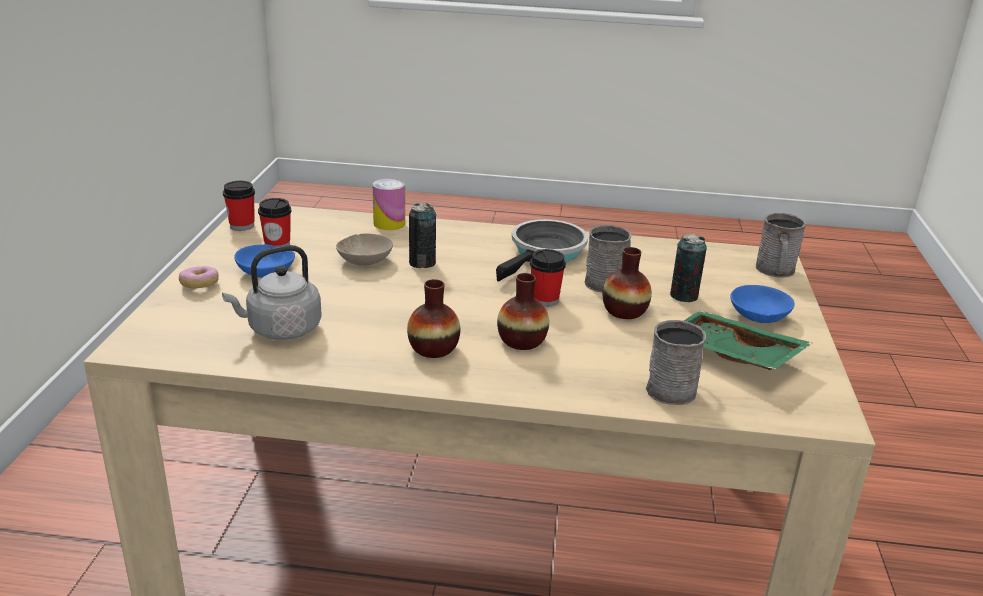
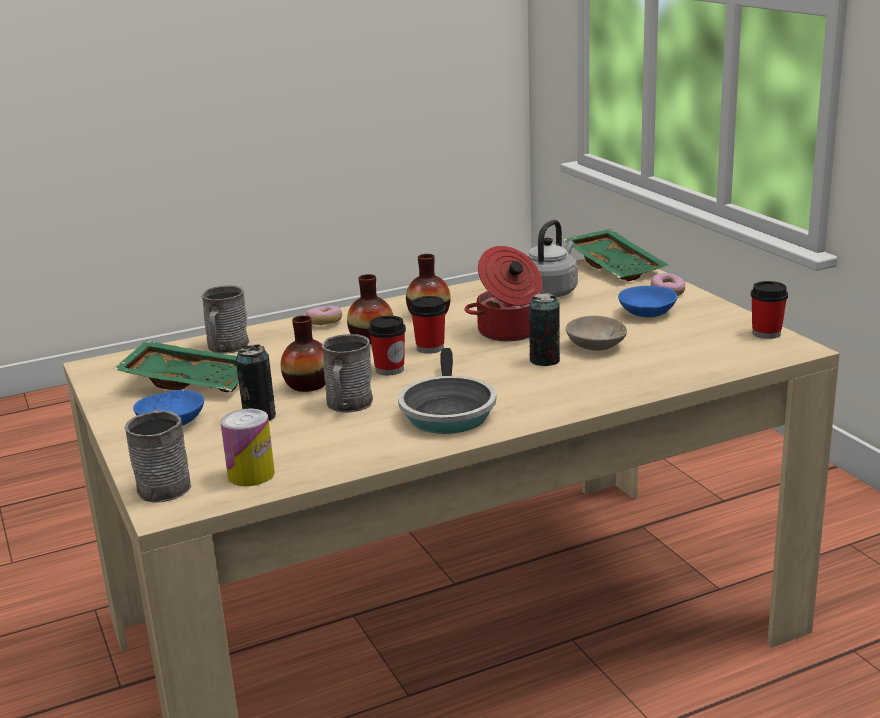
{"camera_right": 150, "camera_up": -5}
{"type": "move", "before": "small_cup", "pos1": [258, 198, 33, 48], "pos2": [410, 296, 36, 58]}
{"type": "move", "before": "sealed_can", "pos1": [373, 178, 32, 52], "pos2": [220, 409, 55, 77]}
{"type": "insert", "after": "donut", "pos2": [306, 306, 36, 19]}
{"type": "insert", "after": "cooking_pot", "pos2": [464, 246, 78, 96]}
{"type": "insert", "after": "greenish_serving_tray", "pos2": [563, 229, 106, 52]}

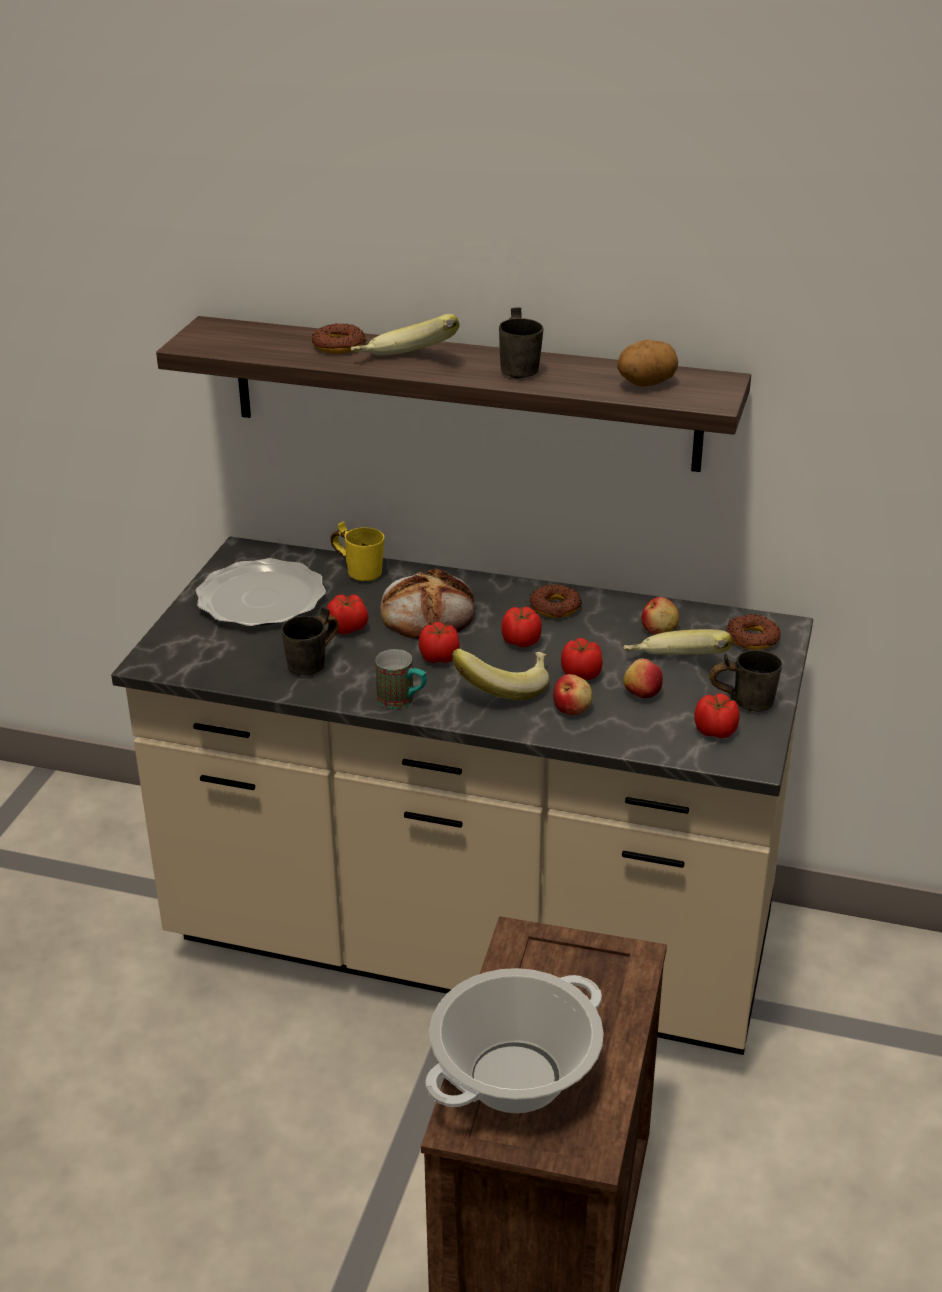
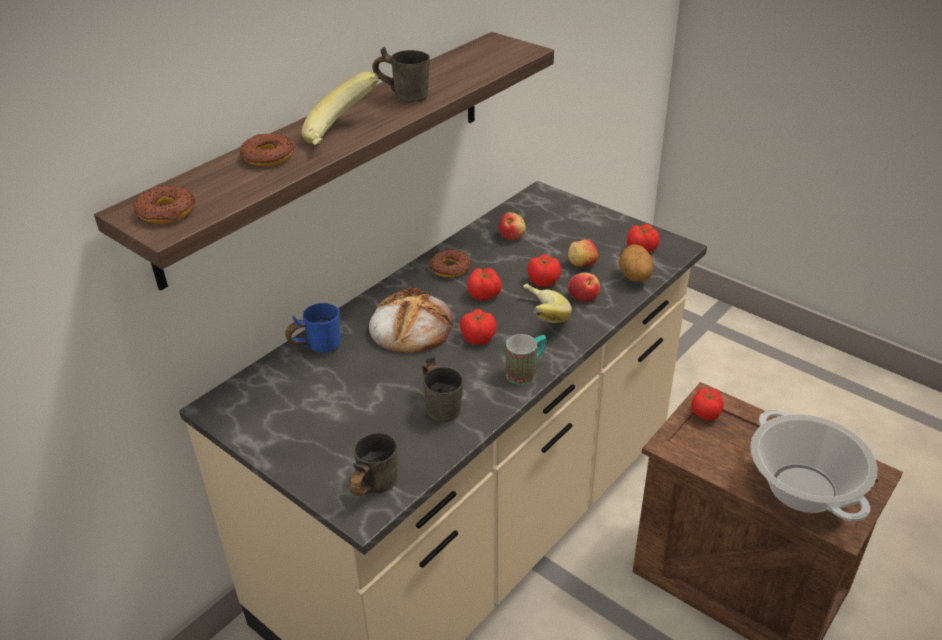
{"camera_right": -65, "camera_up": 5}
{"type": "delete", "before": "flat_dish", "pos1": [196, 558, 130, 68]}
{"type": "move", "before": "tomato", "pos1": [327, 595, 41, 40], "pos2": [691, 388, 33, 33]}
{"type": "recolor", "before": "yellow_coffee_mug", "after": "blue_coffee_mug", "pos1": [330, 521, 54, 60], "pos2": [285, 303, 55, 50]}
{"type": "move", "before": "potato", "pos1": [617, 340, 61, 47], "pos2": [619, 245, 34, 37]}
{"type": "delete", "before": "banana_fruit", "pos1": [623, 629, 110, 26]}
{"type": "move", "before": "gray_coffee_mug", "pos1": [709, 650, 73, 62], "pos2": [350, 433, 48, 63]}
{"type": "move", "before": "donut", "pos1": [726, 614, 55, 36], "pos2": [134, 186, 61, 38]}

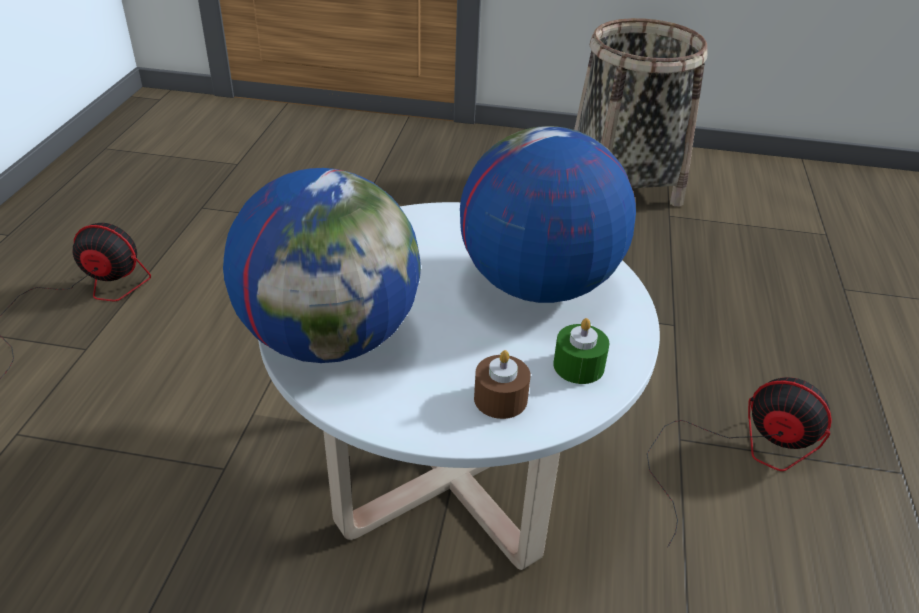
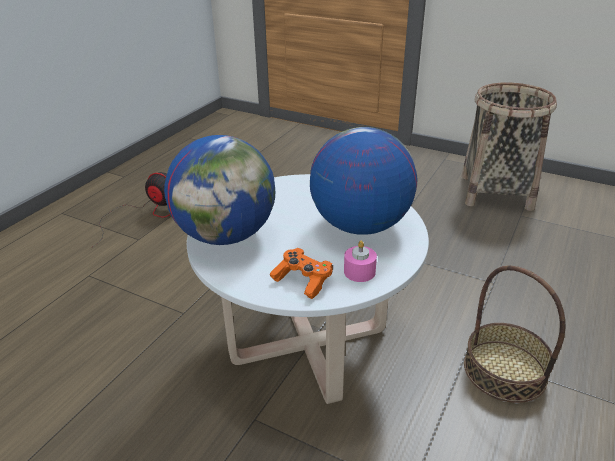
{"camera_right": 20, "camera_up": -5}
{"type": "replace", "before": "brown_wax_light", "after": "orange_joypad", "pos1": [474, 350, 56, 69], "pos2": [270, 248, 63, 51]}
{"type": "recolor", "before": "greenish_wax_light", "after": "pinkish_wax_light", "pos1": [553, 318, 56, 66], "pos2": [344, 241, 33, 41]}
{"type": "replace", "before": "fan", "after": "basket", "pos1": [647, 377, 185, 171], "pos2": [464, 266, 101, 137]}

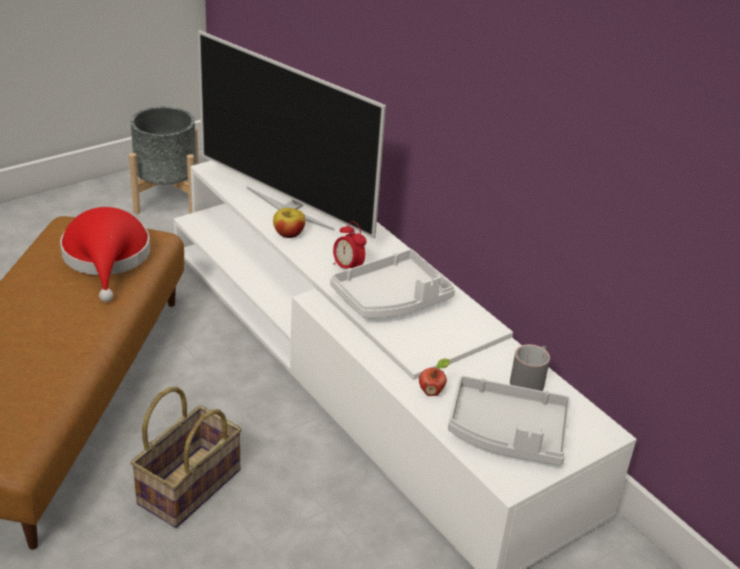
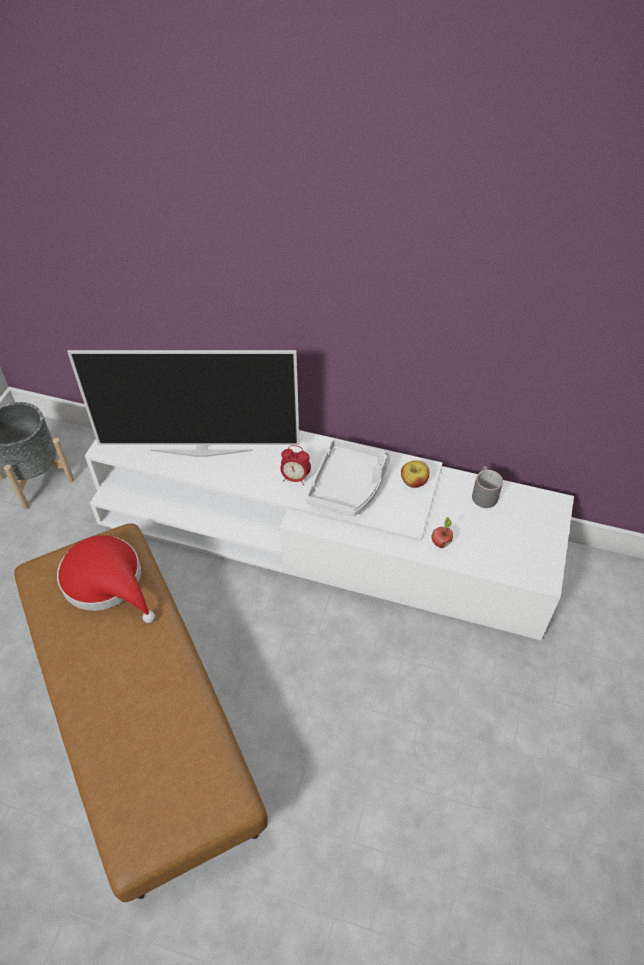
{"camera_right": -35, "camera_up": 15}
{"type": "delete", "before": "basket", "pos1": [131, 387, 111, 141]}
{"type": "move", "before": "apple_fruit", "pos1": [273, 208, 33, 30], "pos2": [401, 460, 28, 28]}
{"type": "delete", "before": "gray_serving_tray", "pos1": [448, 376, 123, 90]}

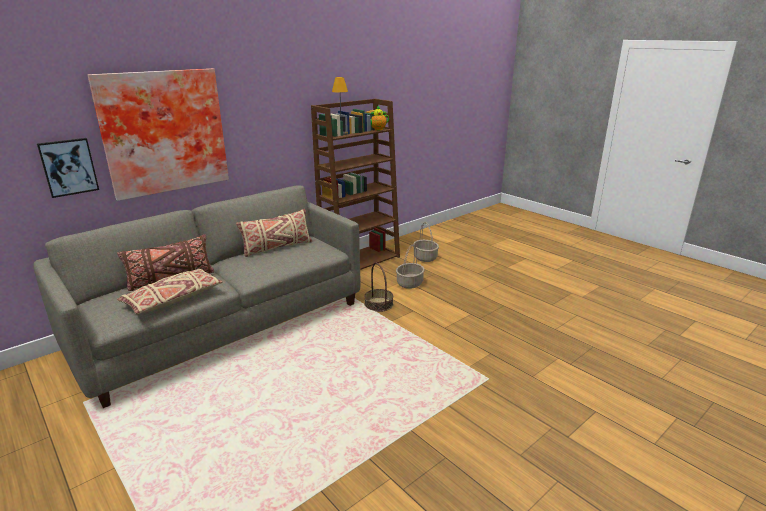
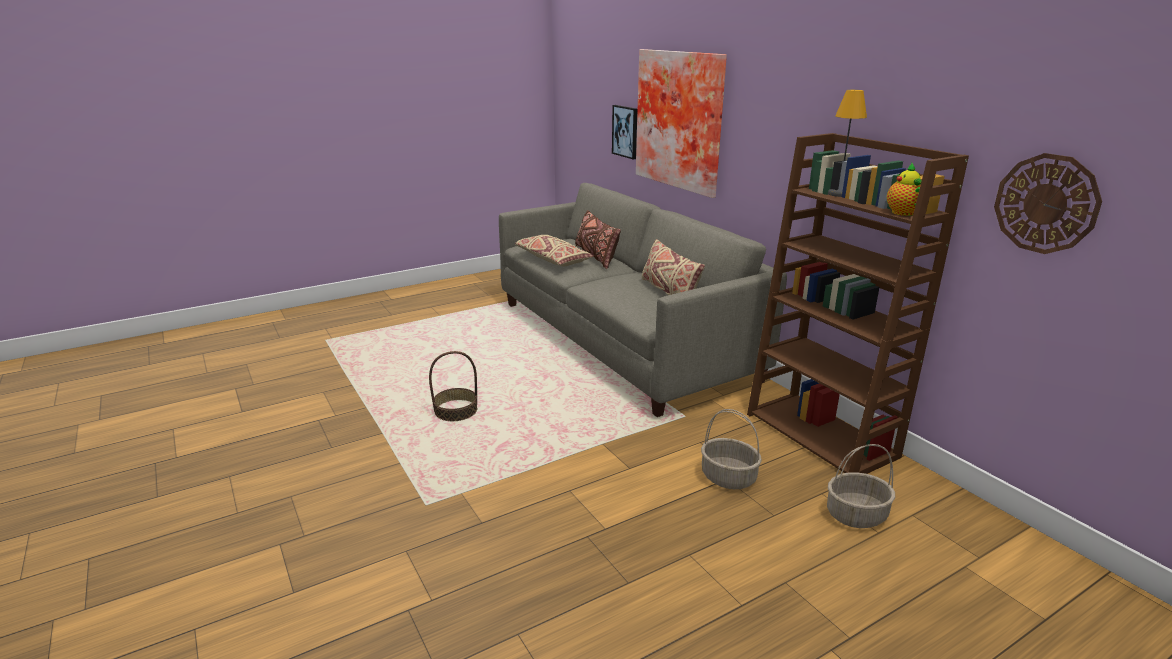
{"camera_right": 100, "camera_up": 0}
{"type": "move", "before": "basket", "pos1": [364, 263, 29, 49], "pos2": [429, 351, 48, 70]}
{"type": "insert", "after": "clock_on_the_wall", "pos2": [994, 153, 108, 101]}

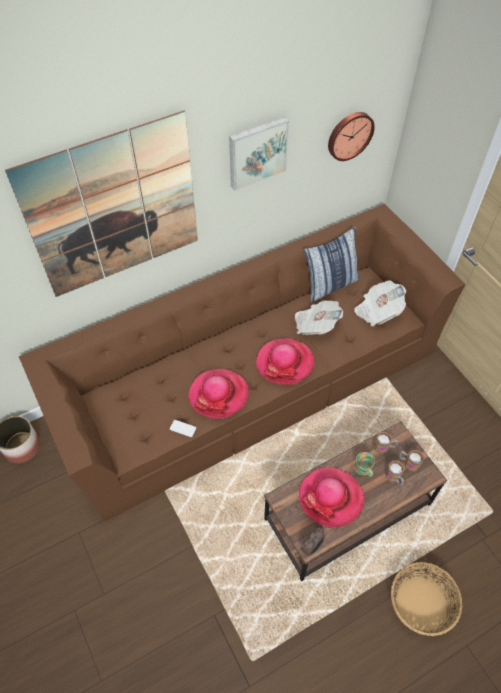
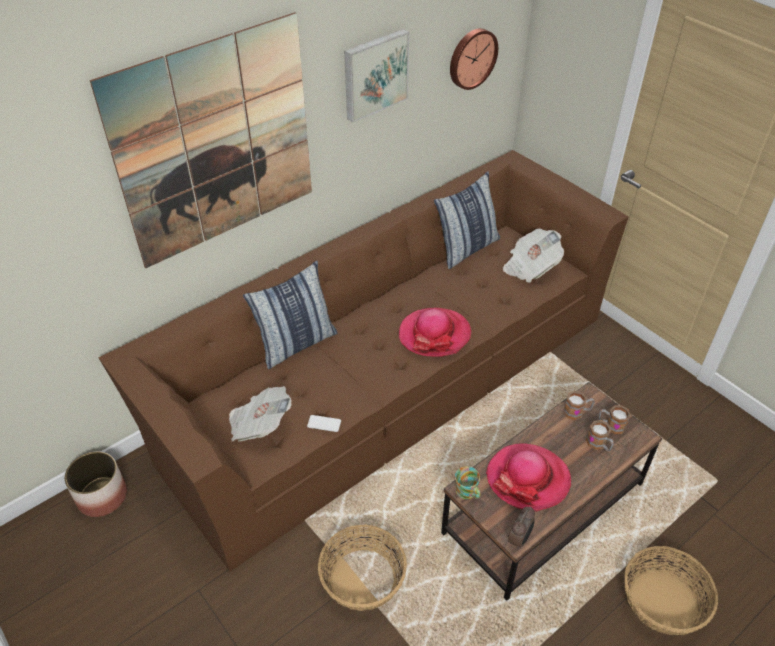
{"camera_right": -10, "camera_up": -10}
{"type": "delete", "before": "wearable_hat", "pos1": [188, 369, 61, 50]}
{"type": "move", "before": "newspaper", "pos1": [295, 300, 48, 35], "pos2": [229, 386, 62, 56]}
{"type": "move", "before": "coffee_mug", "pos1": [355, 452, 20, 25], "pos2": [455, 466, 26, 33]}
{"type": "insert", "after": "pillow", "pos2": [243, 261, 94, 108]}
{"type": "insert", "after": "basket", "pos2": [318, 525, 89, 86]}

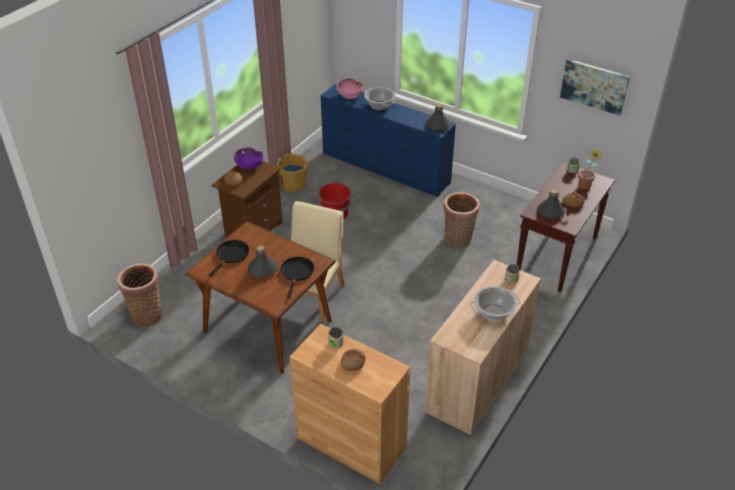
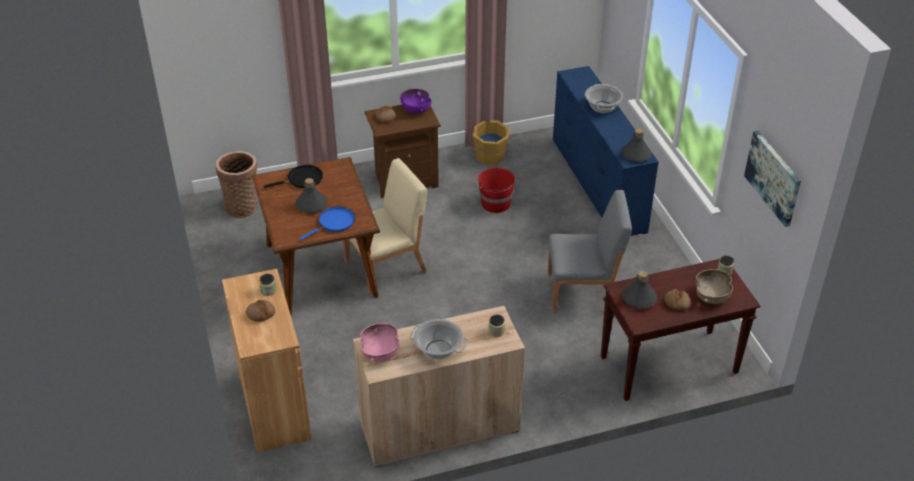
{"camera_right": 40, "camera_up": 0}
{"type": "recolor", "before": "black_skillet", "after": "blue_skillet", "pos1": [281, 257, 33, 41], "pos2": [300, 206, 55, 34]}
{"type": "move", "before": "pinkish_bowl", "pos1": [336, 78, 27, 21], "pos2": [360, 323, 40, 39]}
{"type": "replace", "before": "basket", "after": "gray_upright_chair", "pos1": [443, 192, 37, 56], "pos2": [548, 190, 84, 123]}
{"type": "replace", "before": "potted_plant", "after": "brown_bowl", "pos1": [578, 149, 27, 41], "pos2": [696, 269, 37, 35]}

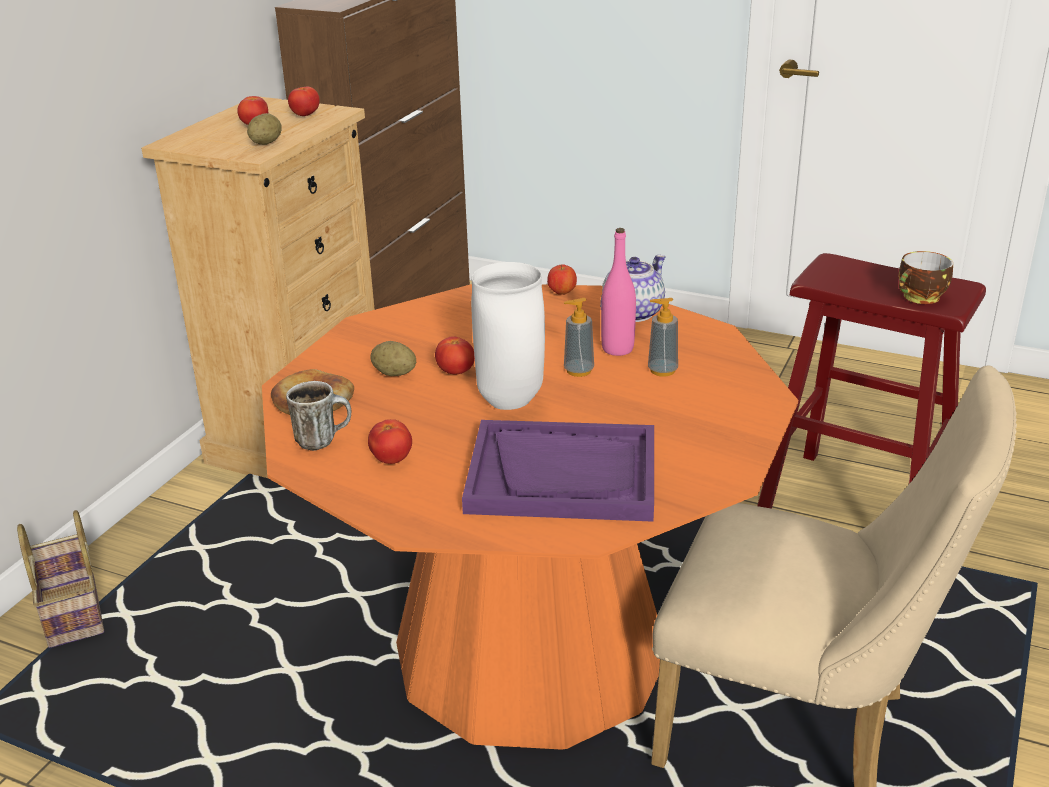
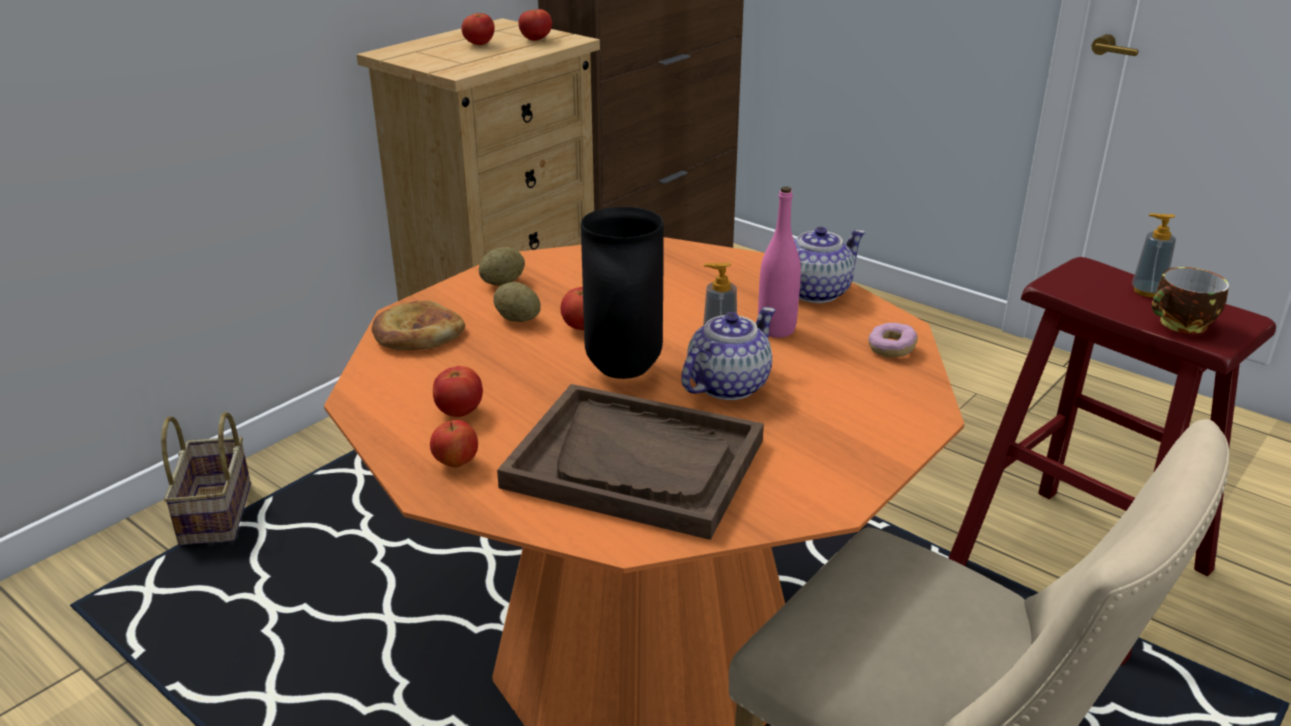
{"camera_right": 15, "camera_up": 0}
{"type": "move", "before": "potato", "pos1": [247, 113, 34, 32], "pos2": [479, 247, 46, 39]}
{"type": "delete", "before": "coffee_mug", "pos1": [286, 381, 65, 70]}
{"type": "recolor", "before": "purple-coloured_serving_tray", "after": "brown_serving_tray", "pos1": [462, 420, 192, 102], "pos2": [497, 384, 267, 156]}
{"type": "recolor", "before": "white-coloured_flower_vase", "after": "black_flower_vase", "pos1": [471, 262, 74, 148], "pos2": [581, 207, 83, 172]}
{"type": "move", "before": "apple_fruit", "pos1": [547, 264, 30, 31], "pos2": [430, 420, 48, 48]}
{"type": "move", "before": "soap_bottle", "pos1": [648, 298, 30, 79], "pos2": [1132, 213, 44, 84]}
{"type": "insert", "after": "pot_for_tea", "pos2": [681, 307, 94, 93]}
{"type": "insert", "after": "donut", "pos2": [868, 323, 50, 35]}

